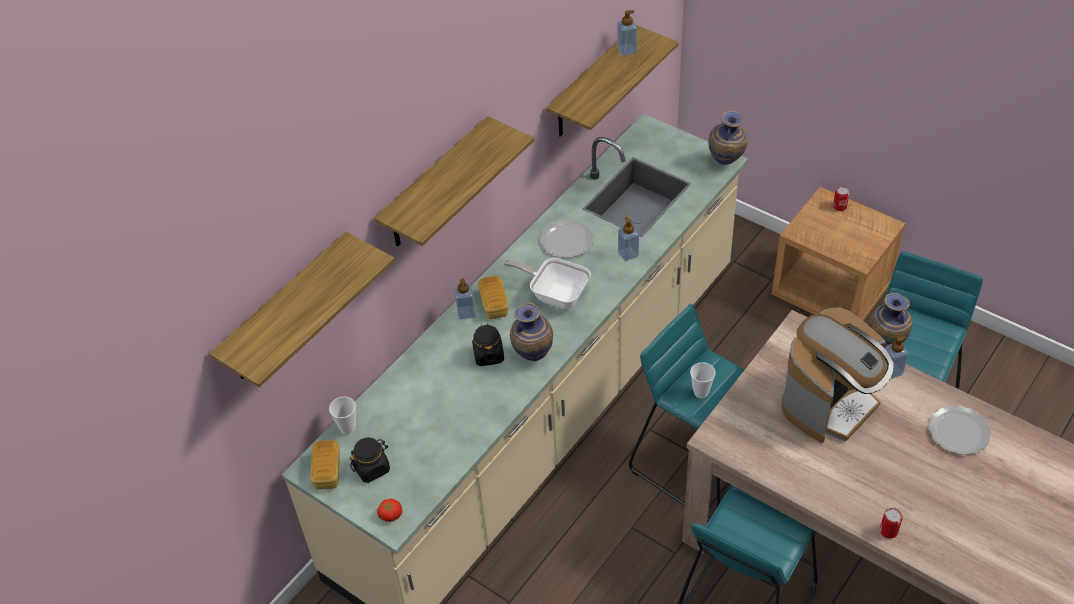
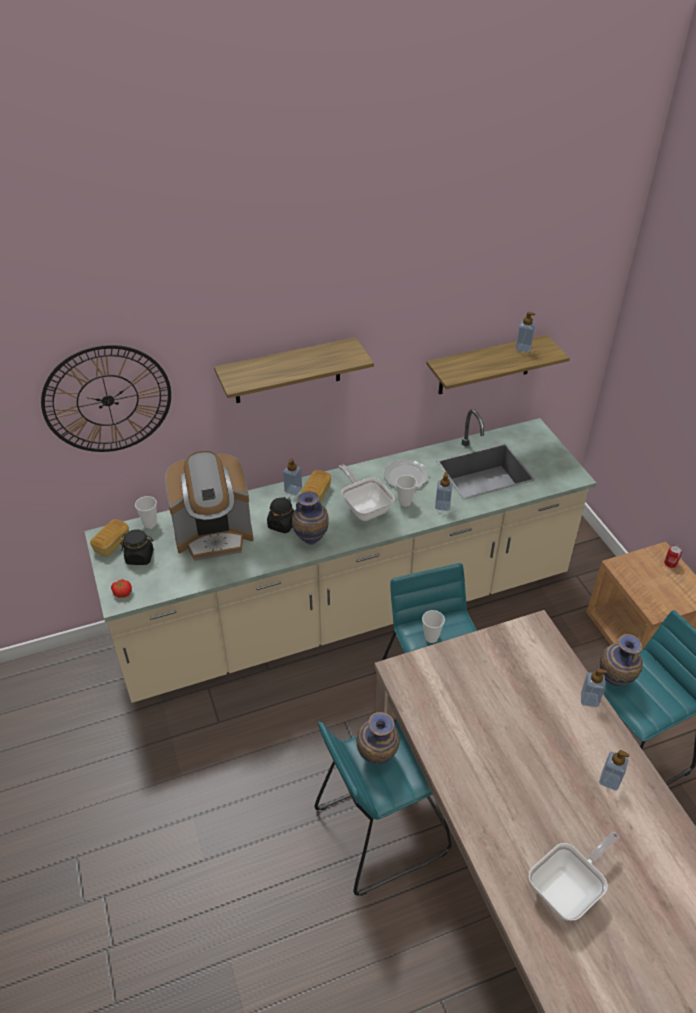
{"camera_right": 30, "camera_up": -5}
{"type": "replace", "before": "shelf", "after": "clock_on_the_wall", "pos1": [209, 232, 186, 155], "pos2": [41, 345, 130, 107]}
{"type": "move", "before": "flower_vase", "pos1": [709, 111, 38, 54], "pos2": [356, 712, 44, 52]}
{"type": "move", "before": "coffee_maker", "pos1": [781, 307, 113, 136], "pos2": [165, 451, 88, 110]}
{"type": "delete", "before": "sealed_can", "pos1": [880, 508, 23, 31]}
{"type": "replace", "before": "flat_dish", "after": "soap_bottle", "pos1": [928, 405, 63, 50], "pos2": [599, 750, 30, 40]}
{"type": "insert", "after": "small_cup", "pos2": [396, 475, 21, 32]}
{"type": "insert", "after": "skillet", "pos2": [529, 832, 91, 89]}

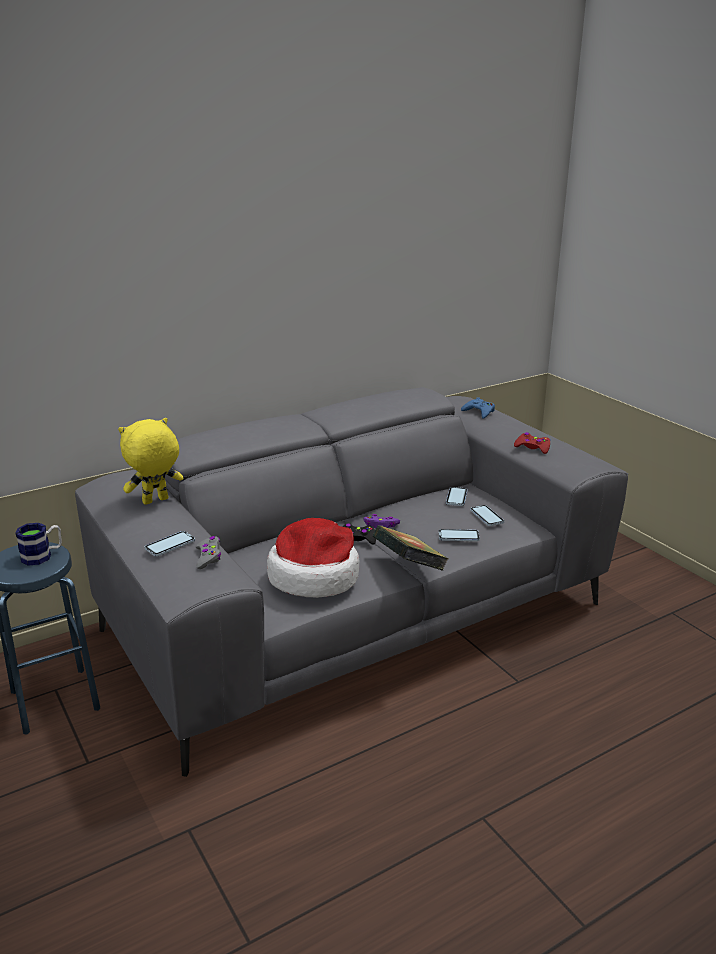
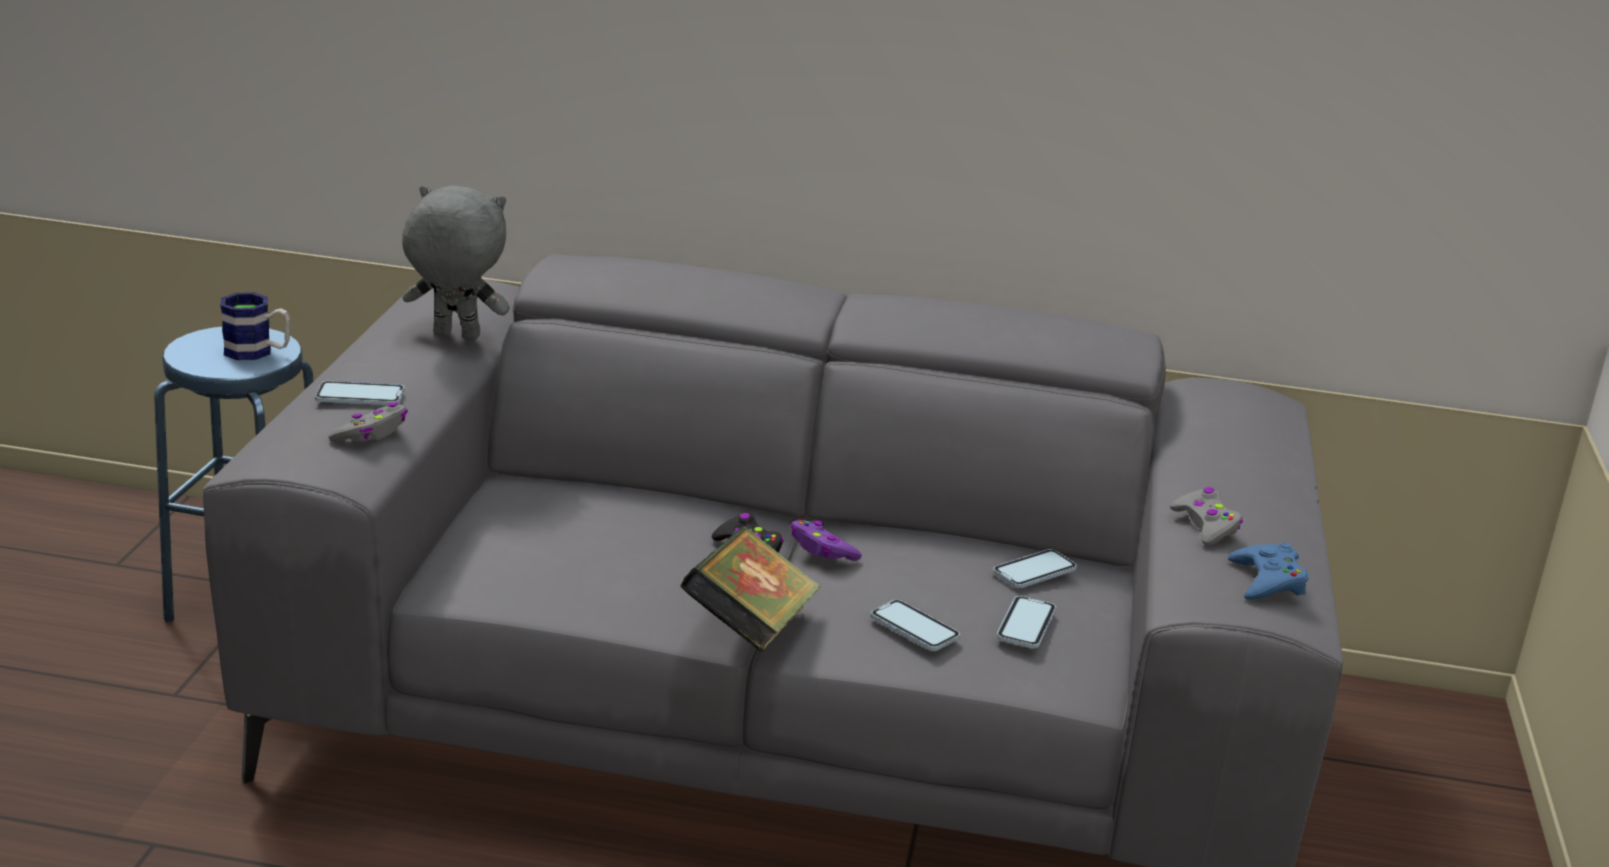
{"camera_right": 40, "camera_up": 0}
{"type": "recolor", "before": "yellow_cuddly_toy", "after": "gray_cuddly_toy", "pos1": [118, 418, 65, 87], "pos2": [402, 185, 108, 155]}
{"type": "delete", "before": "wearable_hat", "pos1": [267, 518, 92, 80]}
{"type": "move", "before": "blue_joypad", "pos1": [461, 397, 34, 21], "pos2": [1228, 542, 81, 58]}
{"type": "recolor", "before": "reddish_joypad", "after": "gray_joypad", "pos1": [514, 432, 36, 22], "pos2": [1170, 487, 73, 59]}

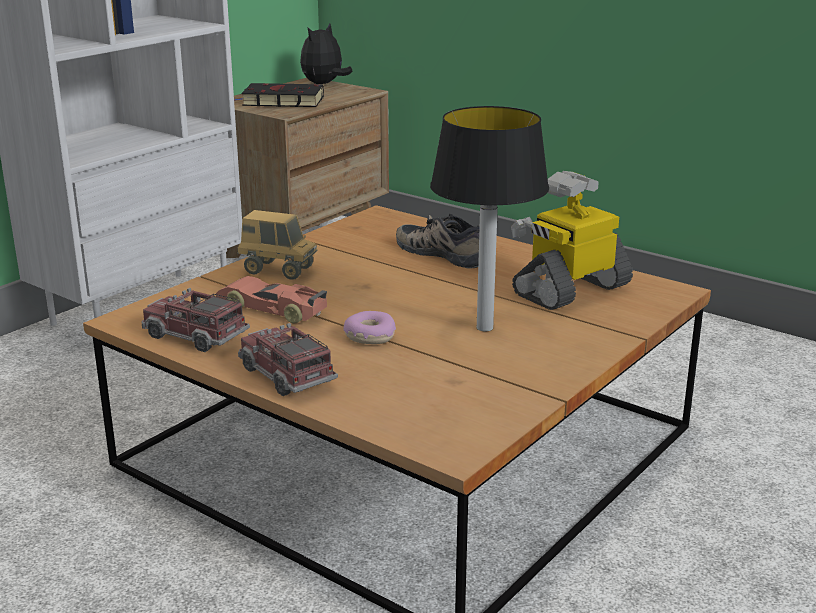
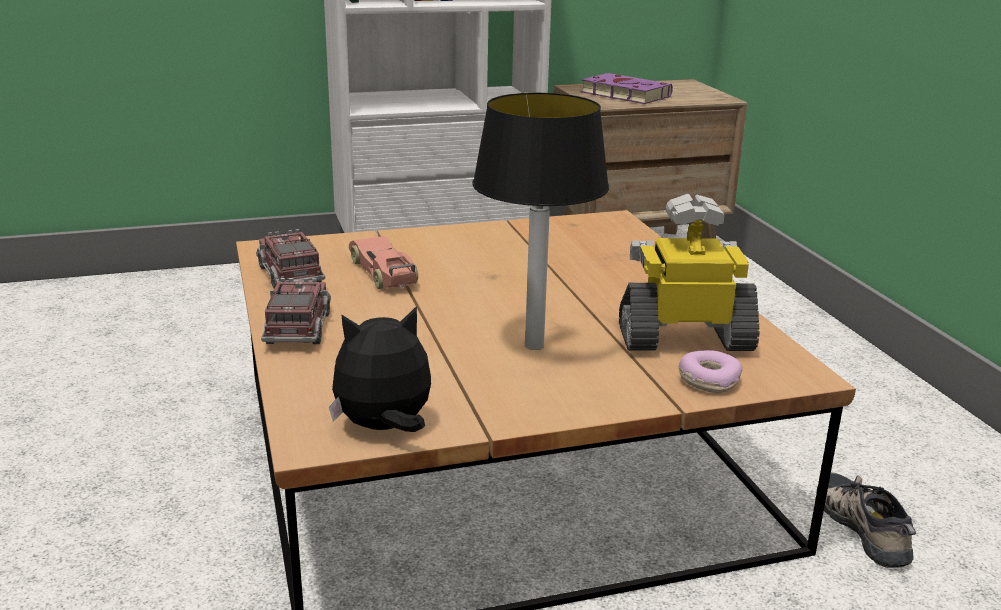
{"camera_right": 35, "camera_up": 0}
{"type": "recolor", "before": "black_book", "after": "purple-coloured_book", "pos1": [235, 83, 89, 24], "pos2": [581, 73, 92, 31]}
{"type": "delete", "before": "model_truck", "pos1": [237, 210, 81, 70]}
{"type": "move", "before": "cuddly_toy", "pos1": [300, 24, 53, 60], "pos2": [329, 306, 102, 126]}
{"type": "move", "before": "donut", "pos1": [344, 311, 52, 33], "pos2": [679, 350, 63, 43]}
{"type": "move", "before": "low_shoe", "pos1": [396, 214, 84, 54], "pos2": [816, 472, 100, 96]}

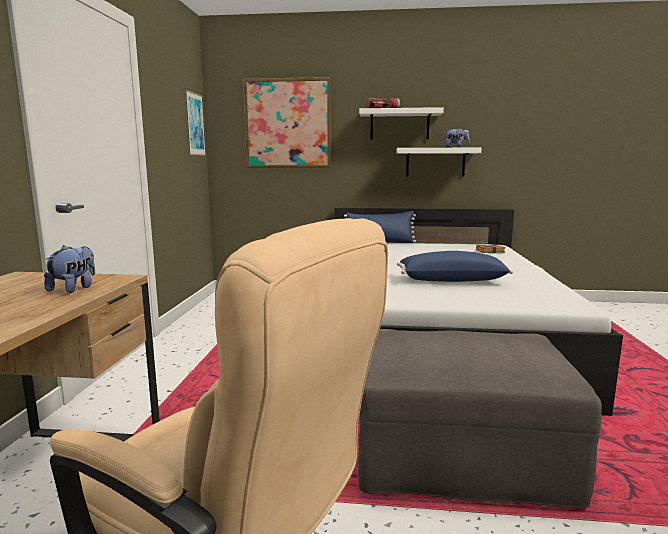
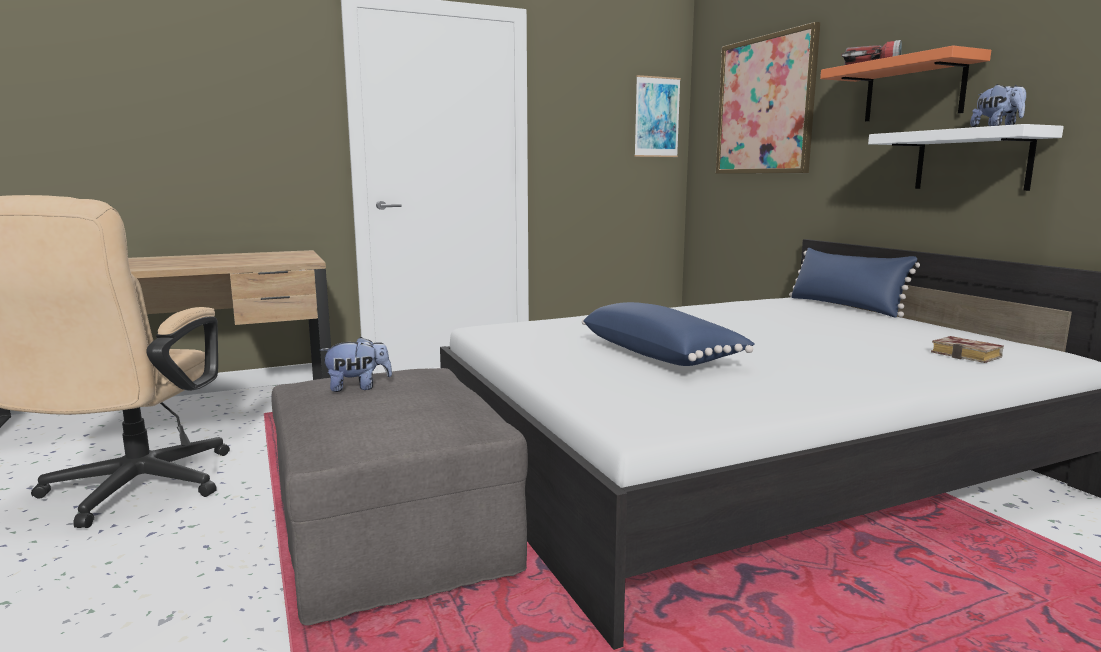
{"camera_right": 60, "camera_up": 0}
{"type": "move", "before": "cuddly_toy", "pos1": [44, 245, 51, 48], "pos2": [320, 337, 72, 55]}
{"type": "recolor", "before": "white-coloured_shelf", "after": "orange_shelf", "pos1": [359, 107, 85, 33], "pos2": [820, 45, 171, 77]}

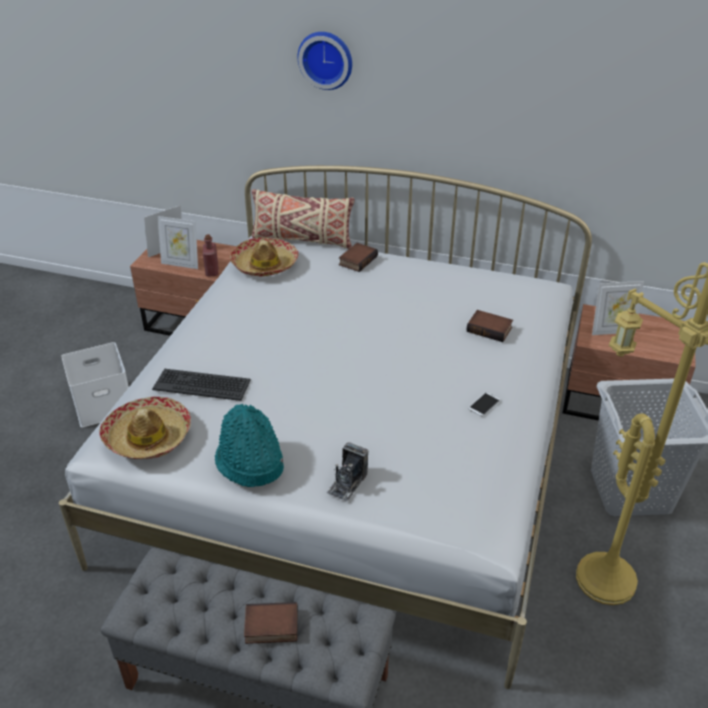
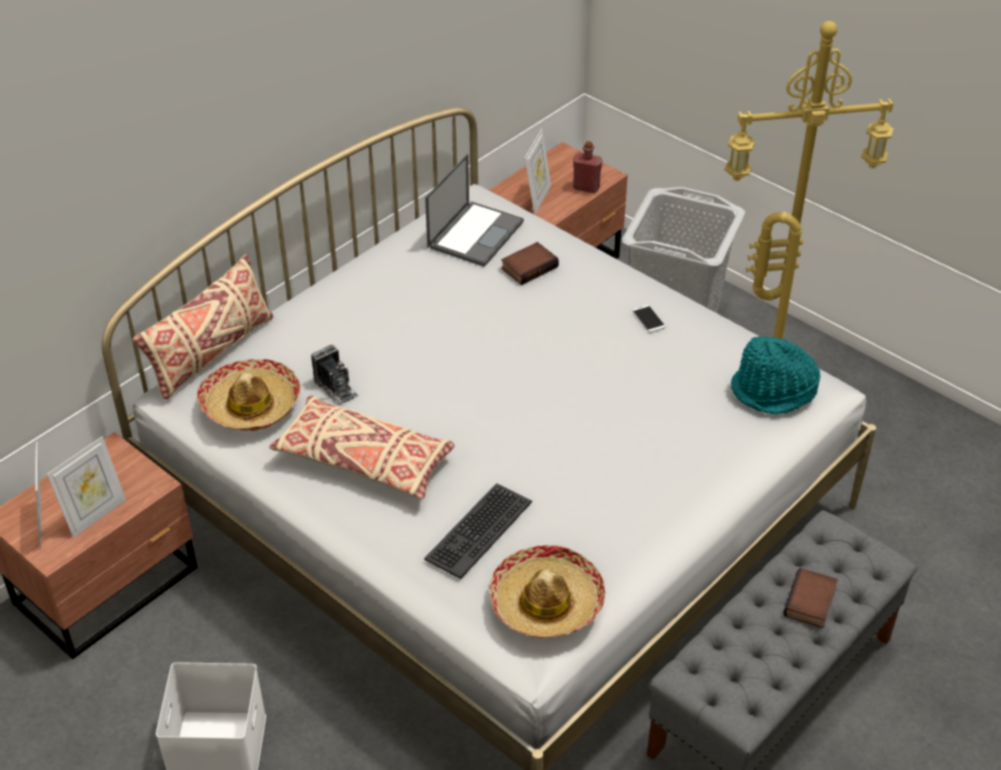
{"camera_right": -65, "camera_up": 5}
{"type": "move", "before": "reddish_bottle", "pos1": [203, 234, 15, 43], "pos2": [573, 141, 29, 52]}
{"type": "move", "before": "turquoise-coloured_wearable_hat", "pos1": [215, 404, 69, 83], "pos2": [731, 336, 90, 78]}
{"type": "delete", "before": "clock_on_the_wall", "pos1": [298, 32, 54, 58]}
{"type": "move", "before": "still_camera", "pos1": [327, 442, 41, 59], "pos2": [311, 345, 48, 61]}
{"type": "delete", "before": "book", "pos1": [339, 243, 39, 29]}
{"type": "insert", "after": "beige-coloured_pillow", "pos2": [269, 395, 185, 104]}
{"type": "insert", "after": "portable_computer", "pos2": [425, 154, 99, 113]}

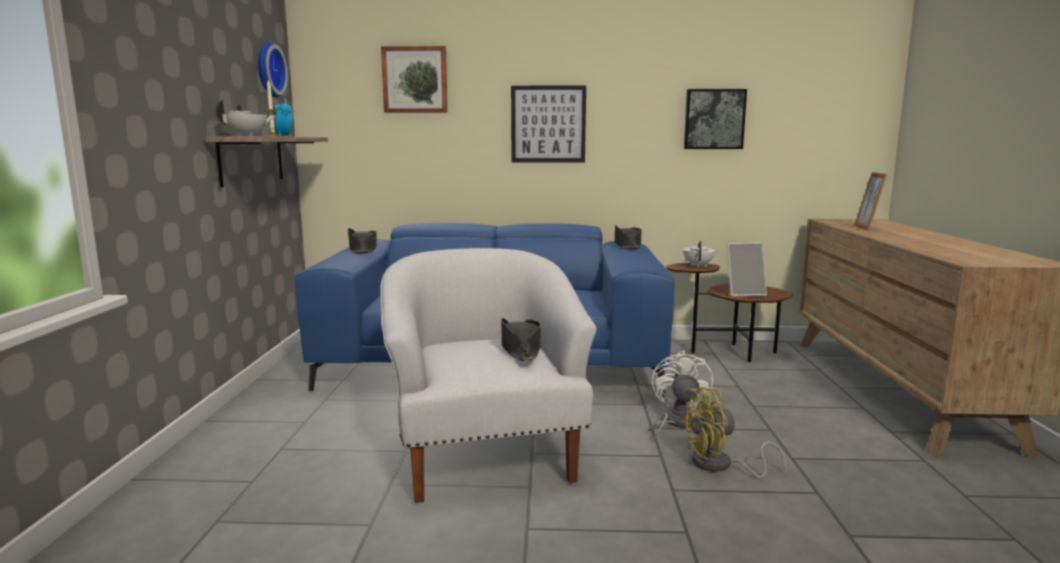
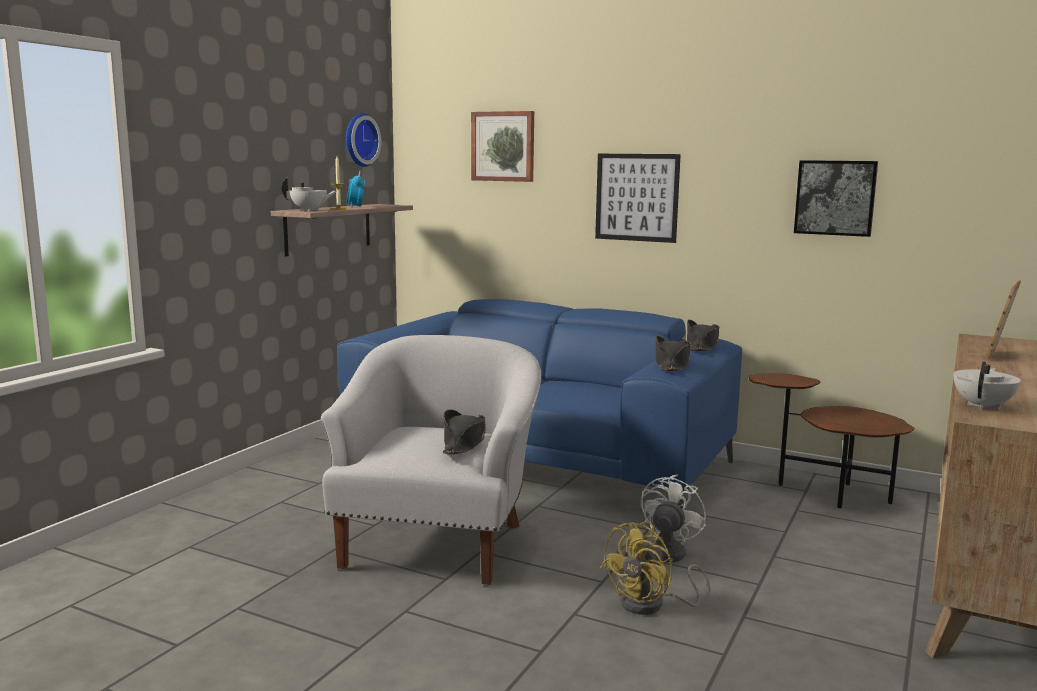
{"camera_right": 25, "camera_up": 0}
{"type": "move", "before": "black_wearable_hat", "pos1": [348, 228, 29, 26], "pos2": [655, 336, 36, 35]}
{"type": "rotate", "before": "yellow_fan", "pos1": [680, 387, 106, 91], "pos2": [600, 522, 111, 93], "turn": -60}
{"type": "move", "before": "white-coloured_pot_for_tea", "pos1": [683, 241, 32, 26], "pos2": [954, 362, 67, 48]}
{"type": "delete", "before": "standing_frame", "pos1": [727, 243, 40, 54]}

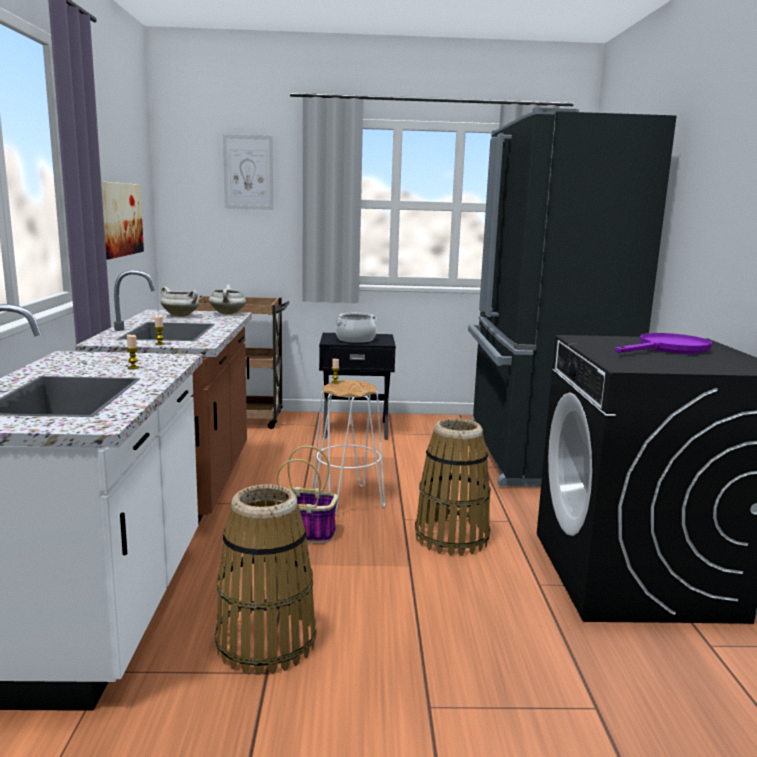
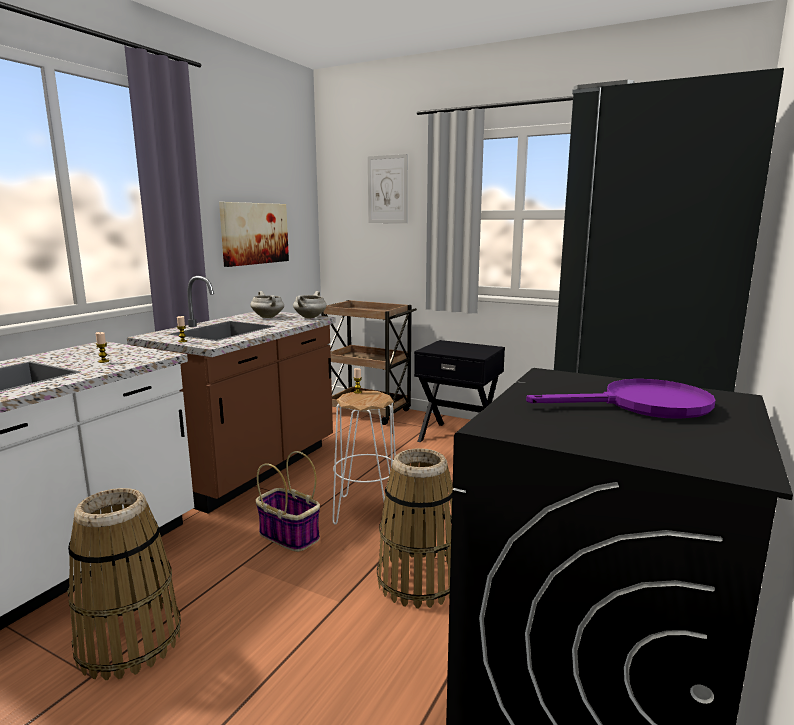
{"camera_right": 30, "camera_up": 0}
{"type": "delete", "before": "cooking_pot", "pos1": [335, 313, 42, 30]}

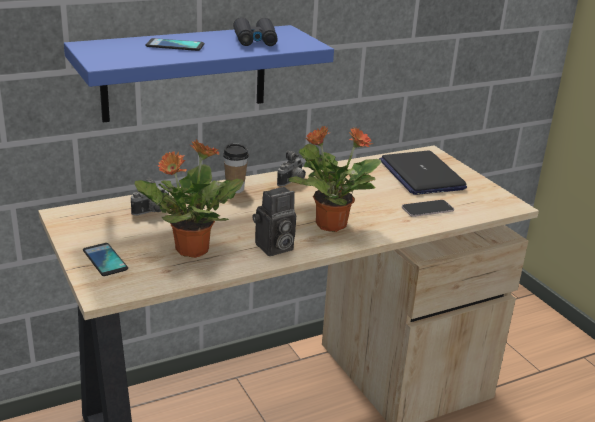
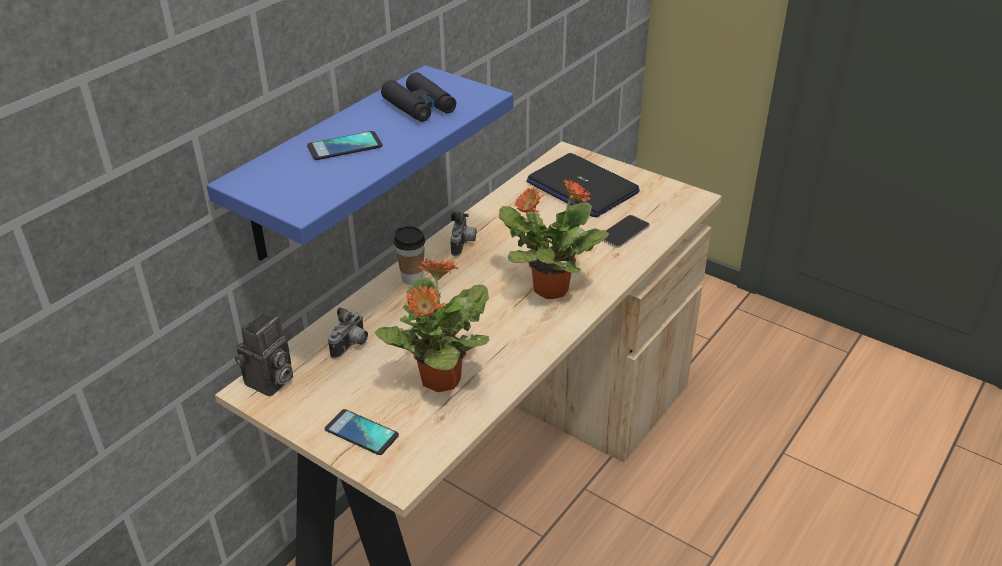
{"camera_right": -25, "camera_up": 10}
{"type": "move", "before": "still_camera", "pos1": [252, 187, 44, 69], "pos2": [235, 313, 58, 83]}

